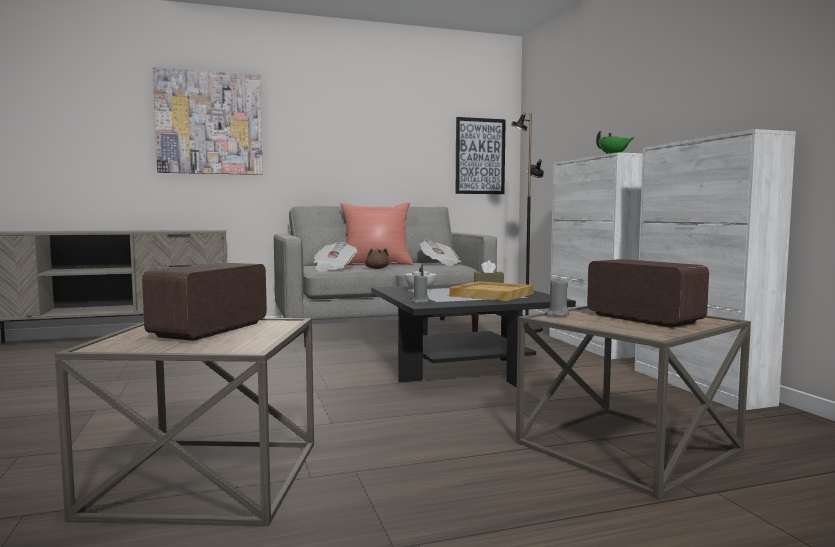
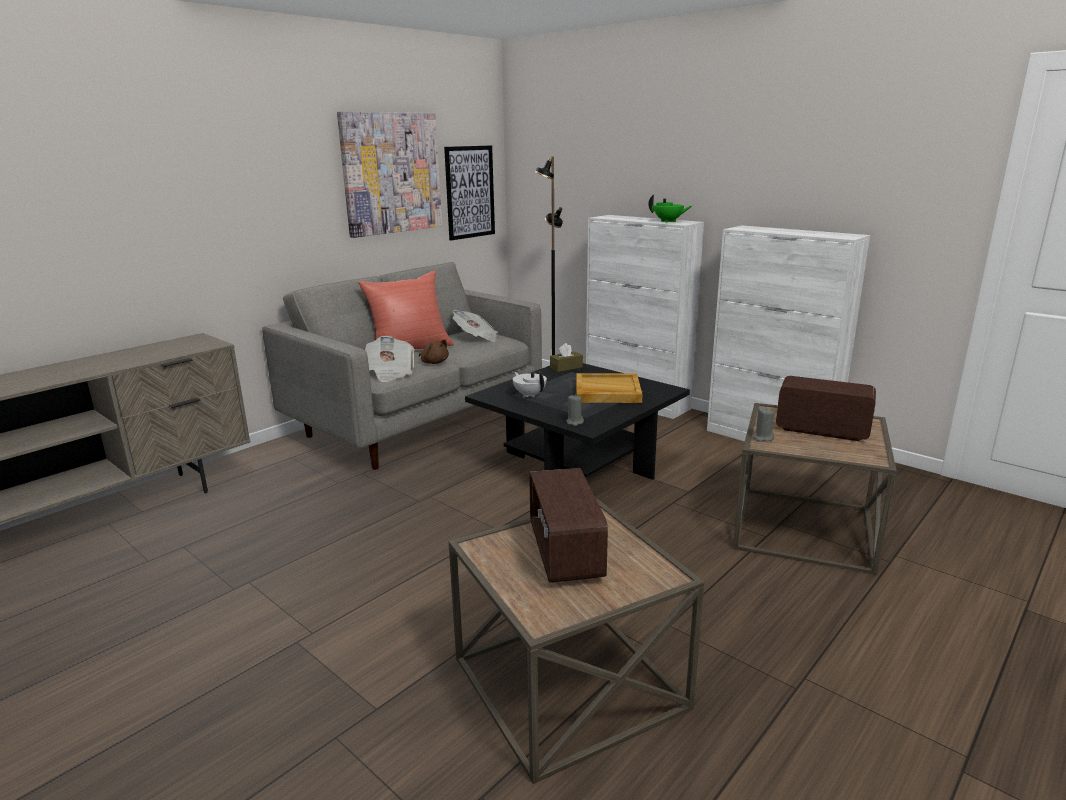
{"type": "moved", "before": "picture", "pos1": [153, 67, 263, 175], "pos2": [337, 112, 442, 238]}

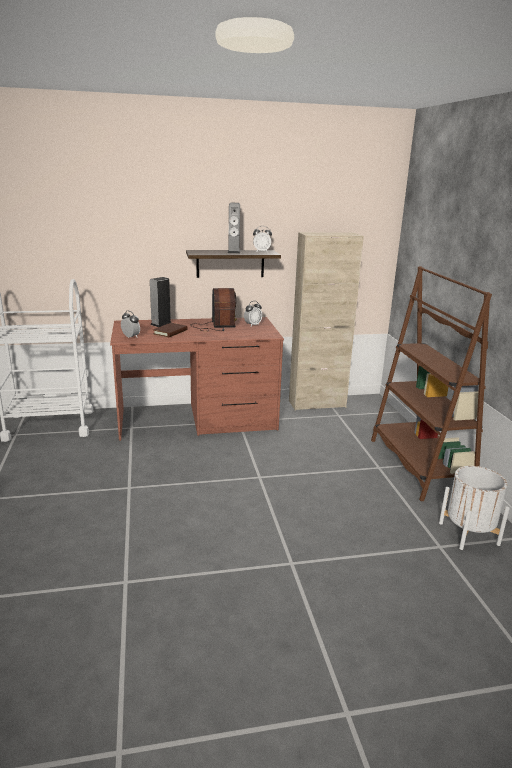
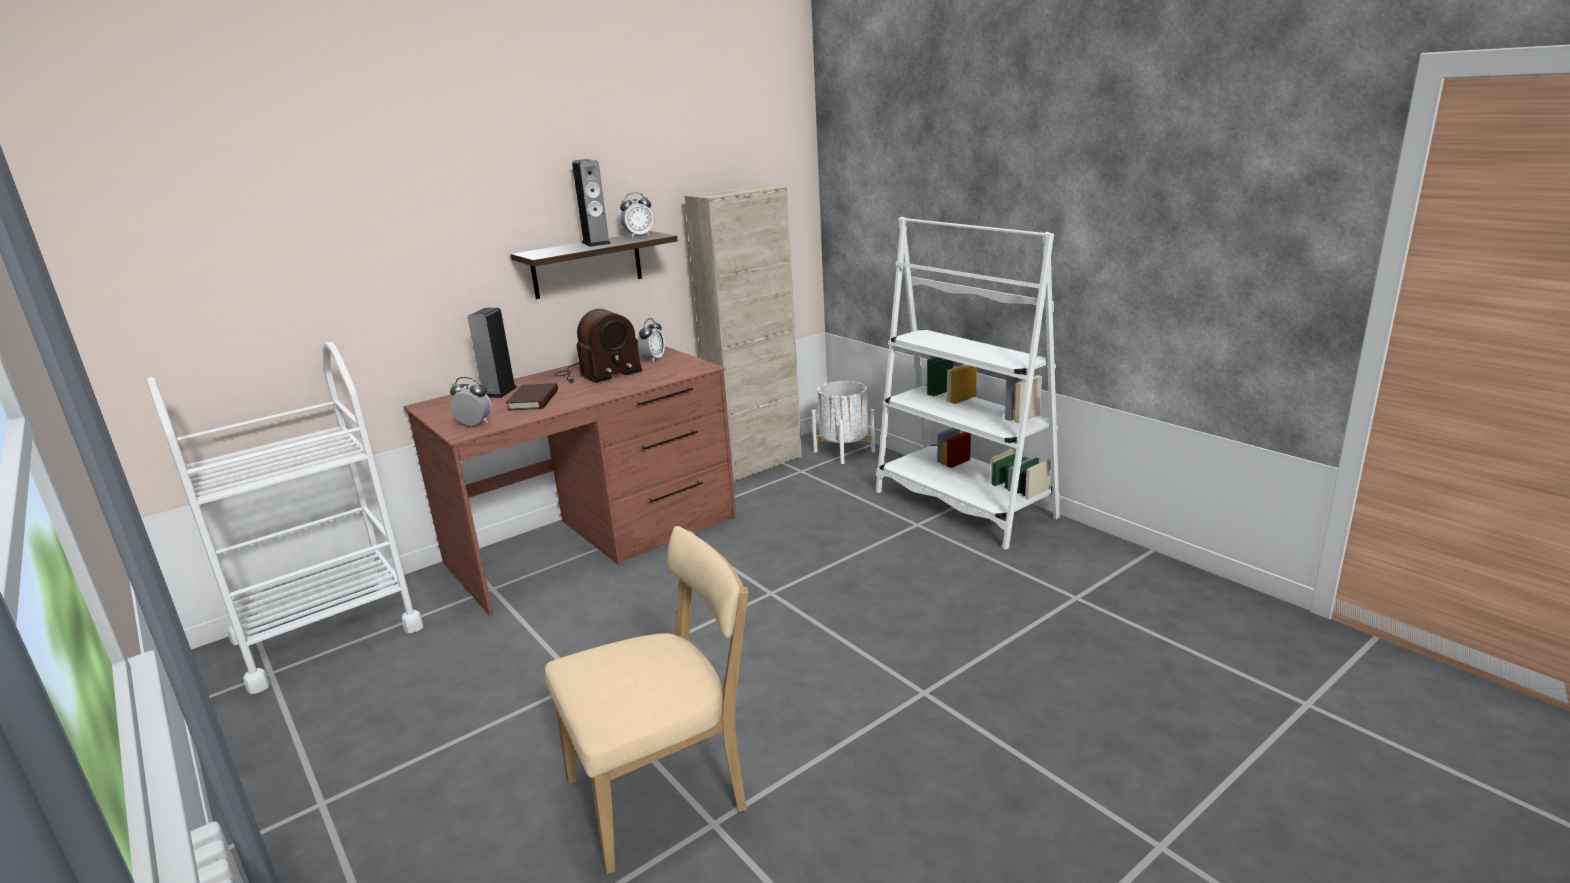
{"type": "turned", "before": "radio", "pos1": [192, 288, 237, 331], "pos2": [554, 309, 643, 383], "turn": 90}
{"type": "recoloured", "before": "brown bookcase", "after": "white bookcase", "pos1": [371, 266, 492, 501], "pos2": [876, 217, 1060, 550]}
{"type": "moved", "before": "white planter", "pos1": [439, 466, 510, 550], "pos2": [812, 381, 875, 464]}
{"type": "added", "after": "beige chair", "pos2": [545, 526, 748, 875]}

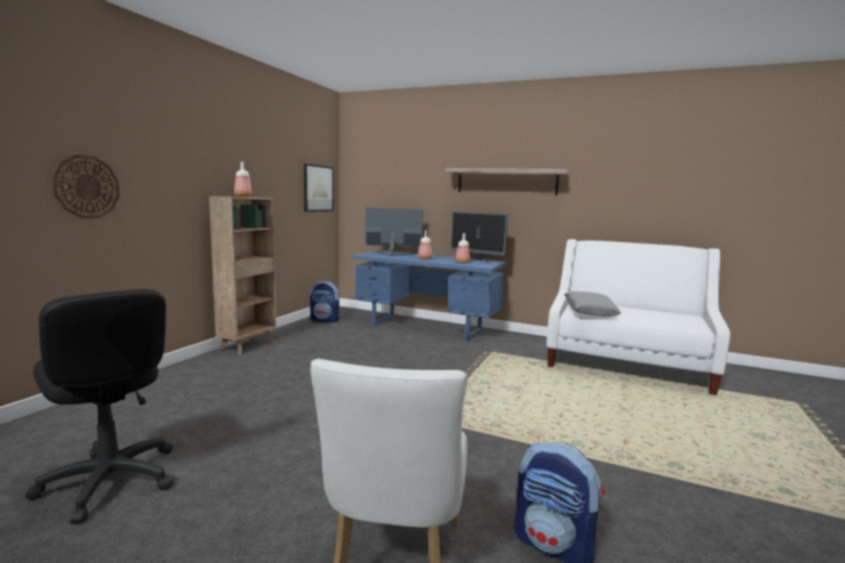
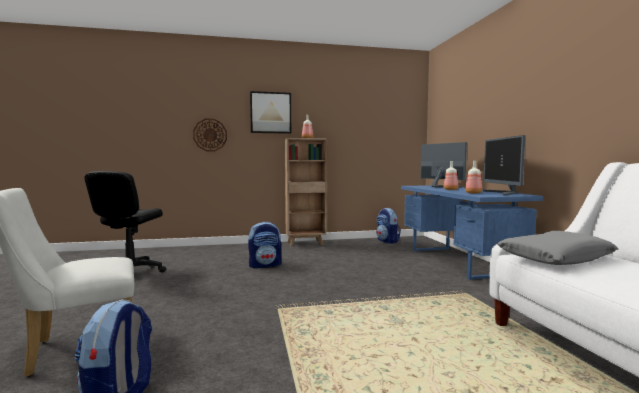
{"type": "moved", "before": "picture", "pos1": [304, 164, 333, 212], "pos2": [250, 91, 291, 134]}
{"type": "removed", "before": "shelf", "pos1": [445, 168, 569, 195]}
{"type": "added", "after": "backpack", "pos2": [248, 222, 281, 268]}

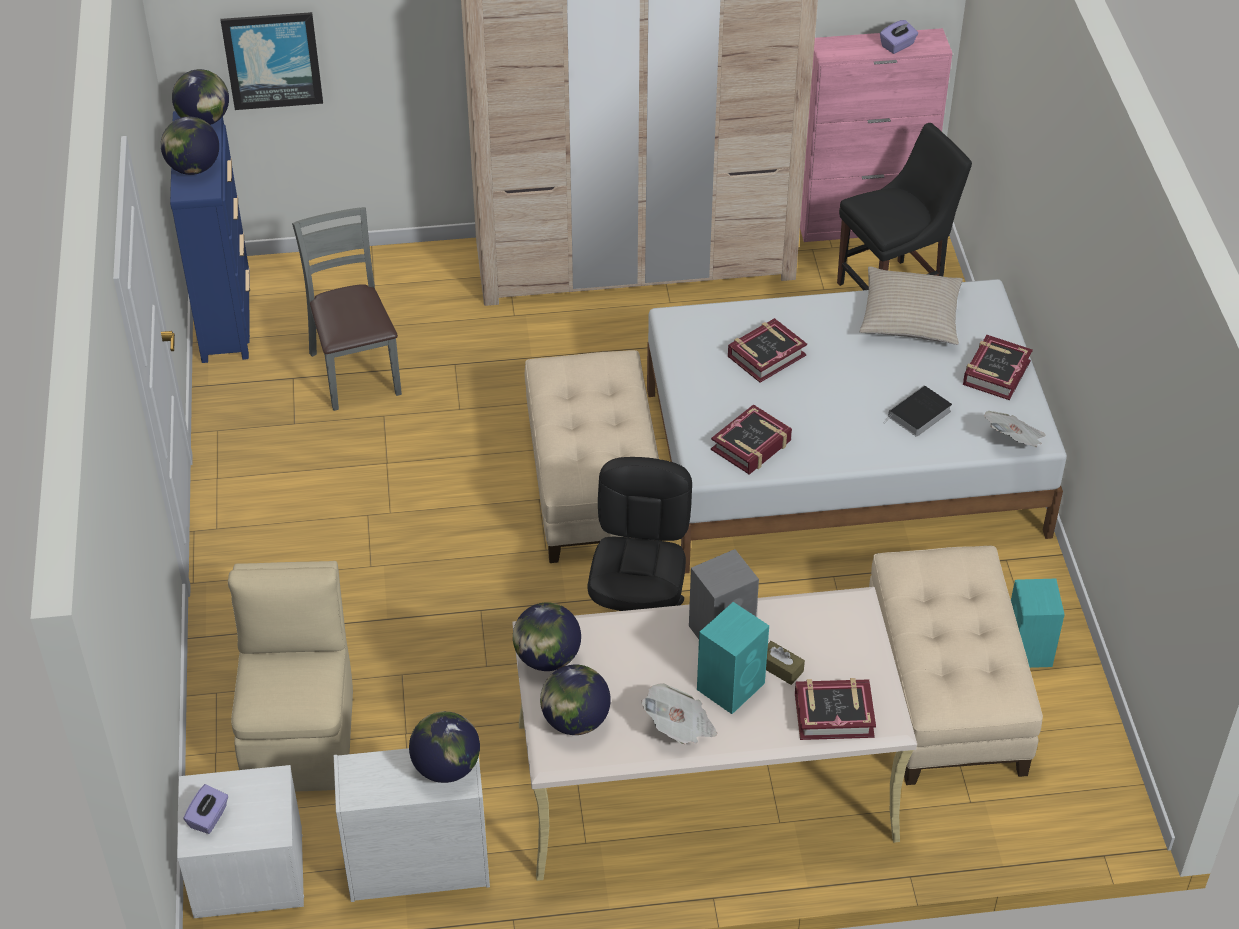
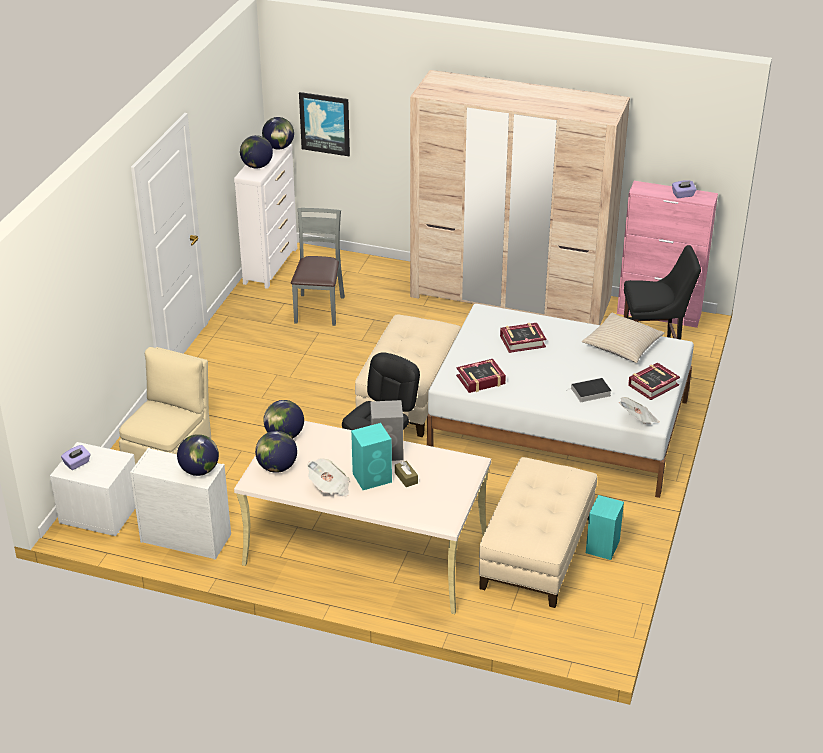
{"type": "recoloured", "before": "blue dresser", "after": "white dresser", "pos1": [170, 111, 250, 363], "pos2": [234, 144, 297, 289]}
{"type": "removed", "before": "book", "pos1": [795, 678, 876, 740]}

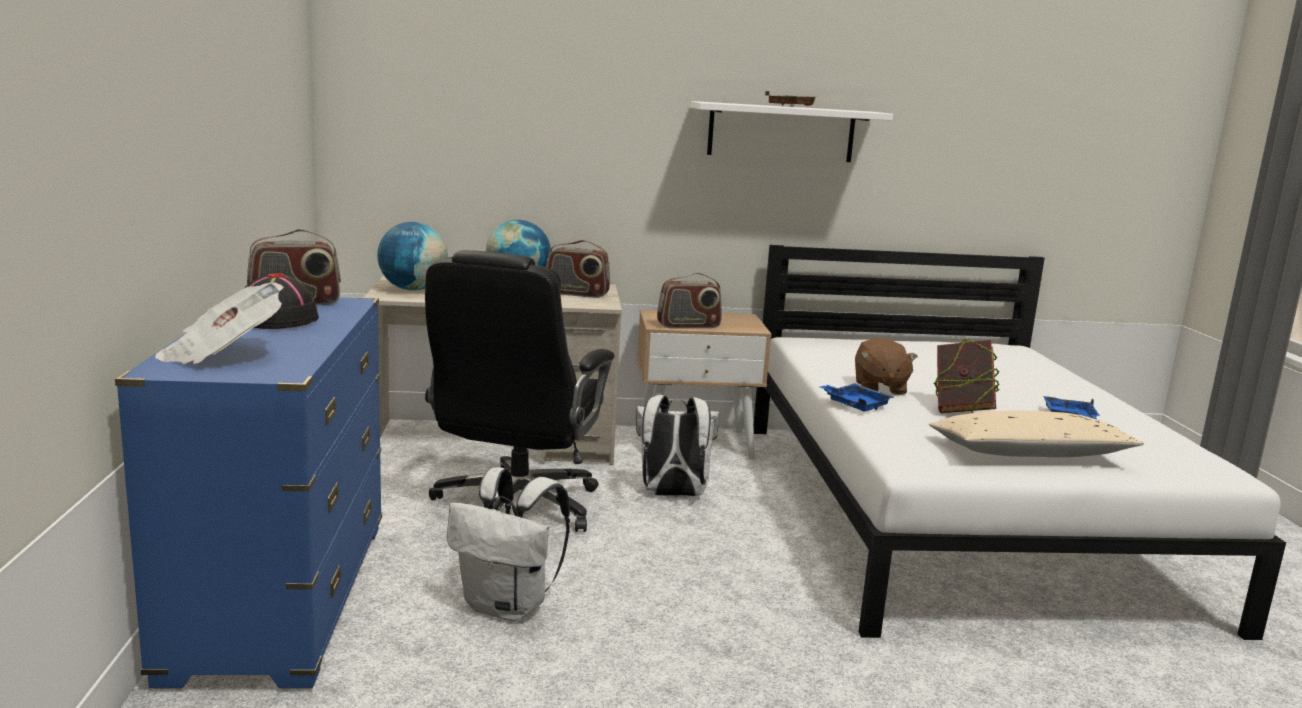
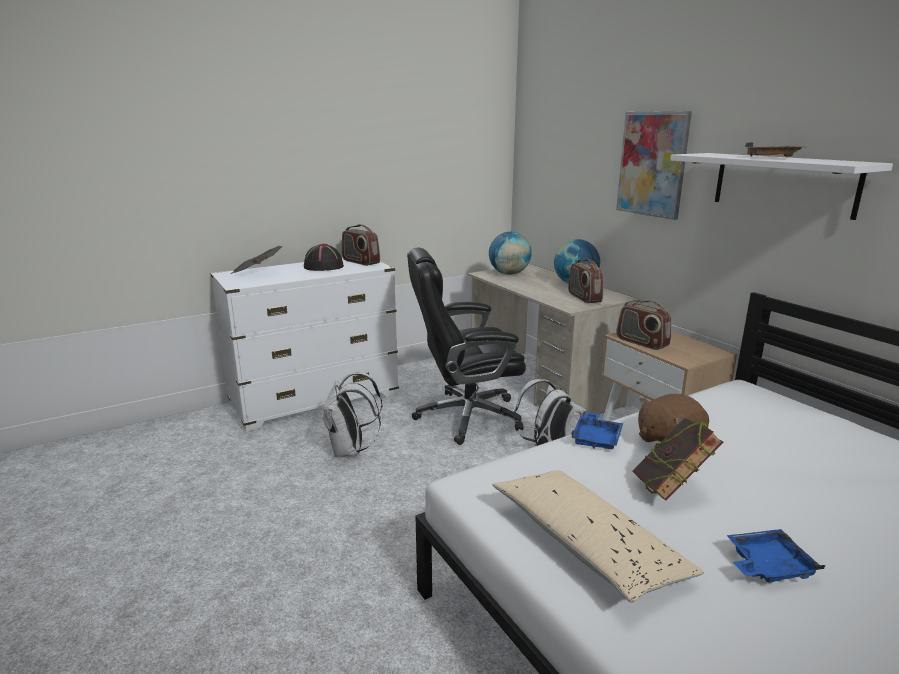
{"type": "recoloured", "before": "blue dresser", "after": "white dresser", "pos1": [115, 297, 382, 689], "pos2": [210, 258, 399, 432]}
{"type": "added", "after": "picture", "pos2": [616, 111, 692, 220]}

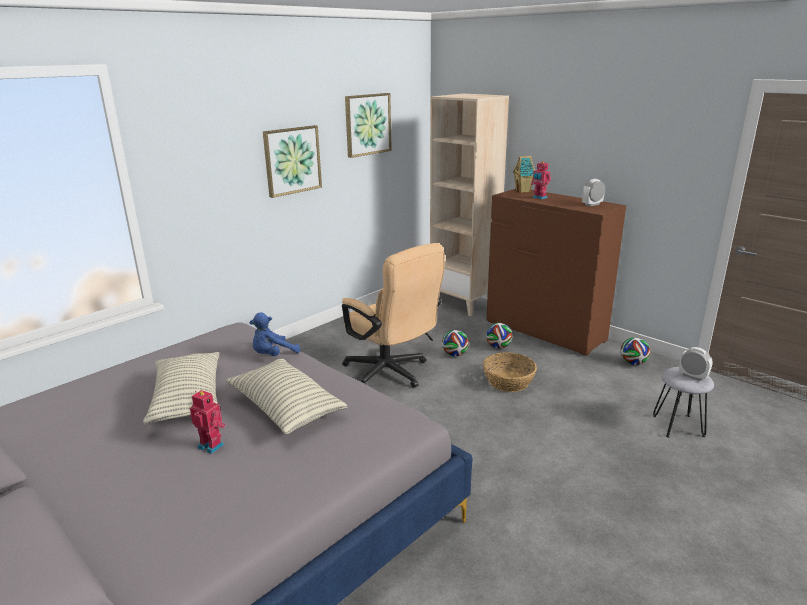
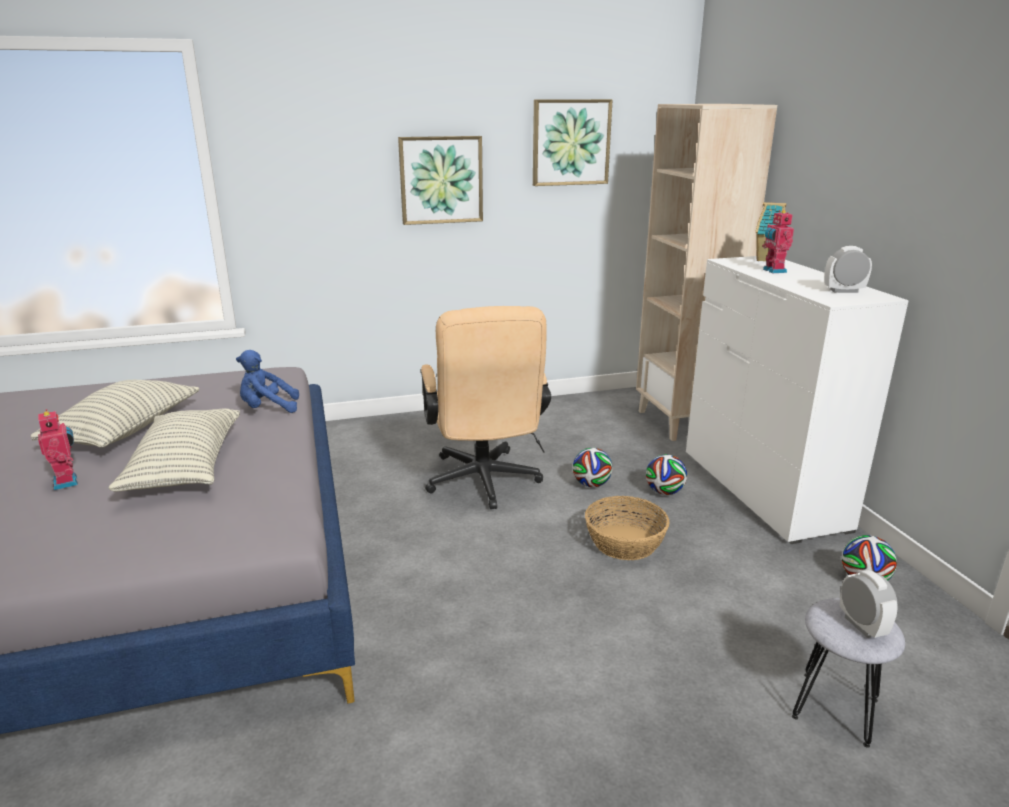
{"type": "recoloured", "before": "brown dresser", "after": "white dresser", "pos1": [486, 189, 626, 356], "pos2": [686, 256, 909, 544]}

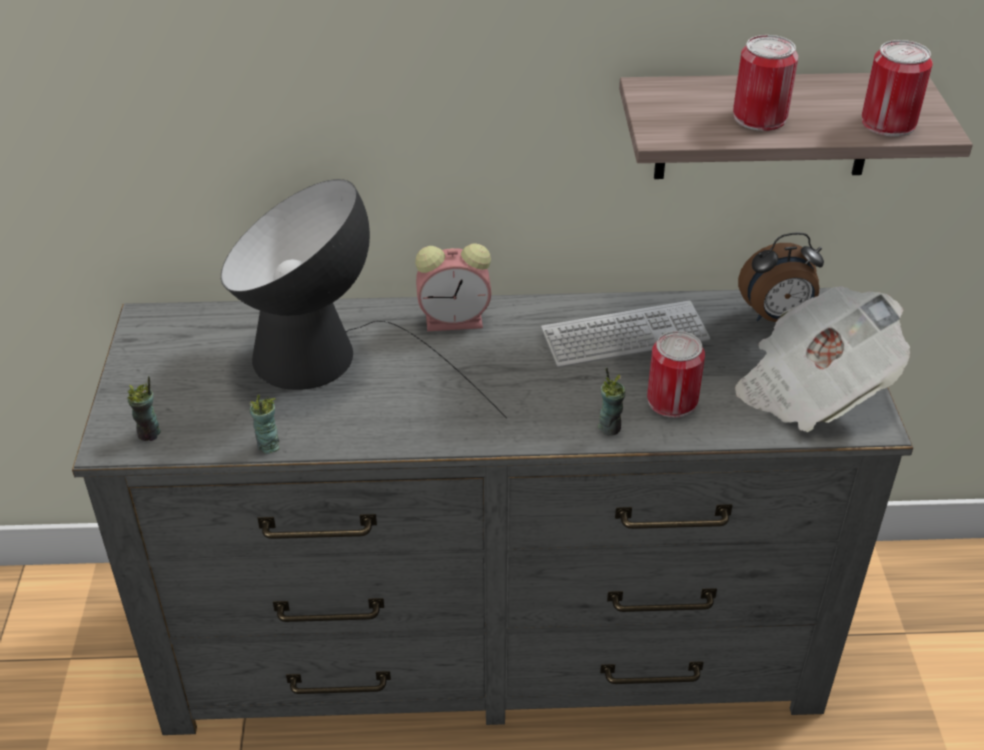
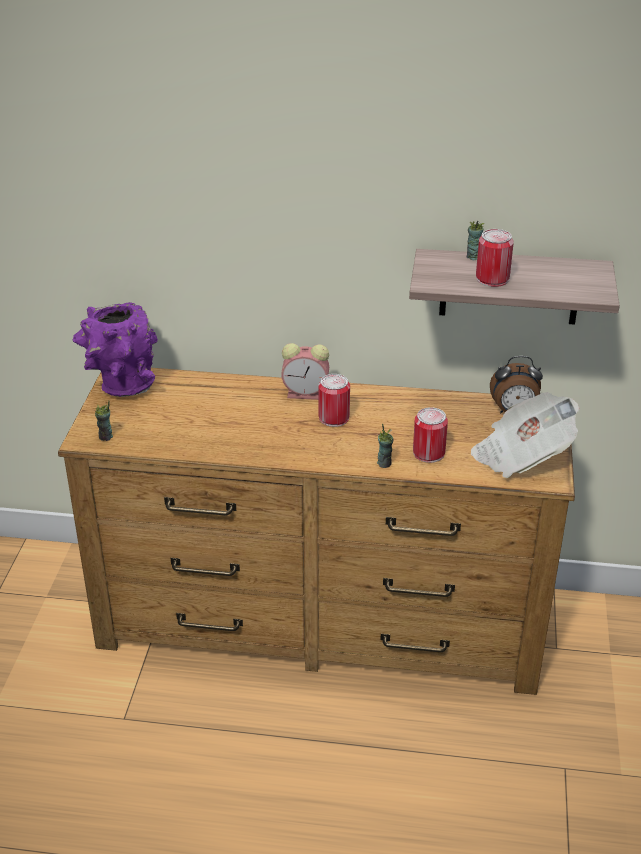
{"type": "recoloured", "before": "grey dresser", "after": "brown dresser", "pos1": [72, 288, 913, 735], "pos2": [58, 368, 575, 695]}
{"type": "removed", "before": "table lamp", "pos1": [221, 179, 507, 419]}
{"type": "moved", "before": "cup", "pos1": [249, 394, 279, 454], "pos2": [467, 221, 485, 260]}
{"type": "removed", "before": "keyboard", "pos1": [541, 300, 710, 367]}
{"type": "moved", "before": "can", "pos1": [862, 40, 933, 137], "pos2": [318, 374, 350, 427]}
{"type": "added", "after": "purple vase", "pos2": [72, 302, 158, 397]}

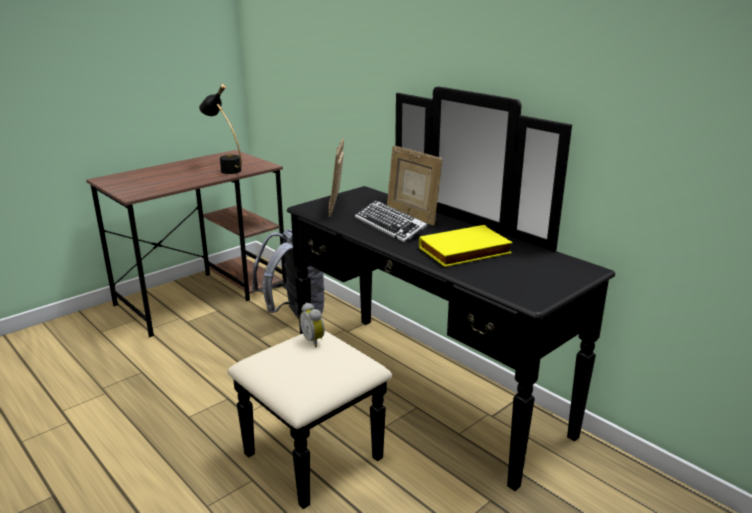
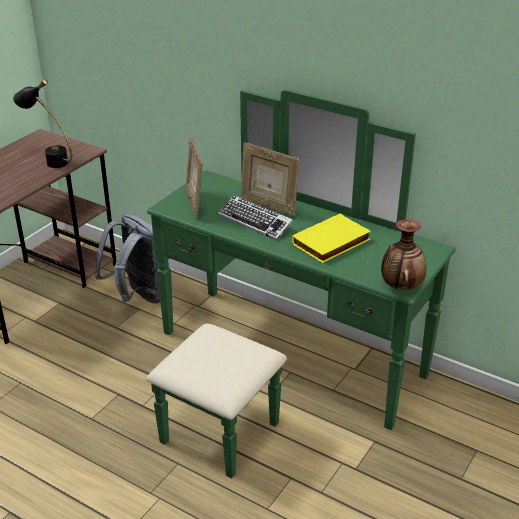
{"type": "recoloured", "before": "black dresser", "after": "green dresser", "pos1": [228, 87, 615, 509], "pos2": [146, 89, 456, 478]}
{"type": "removed", "before": "alarm clock", "pos1": [300, 303, 325, 347]}
{"type": "added", "after": "vase", "pos2": [381, 219, 426, 290]}

